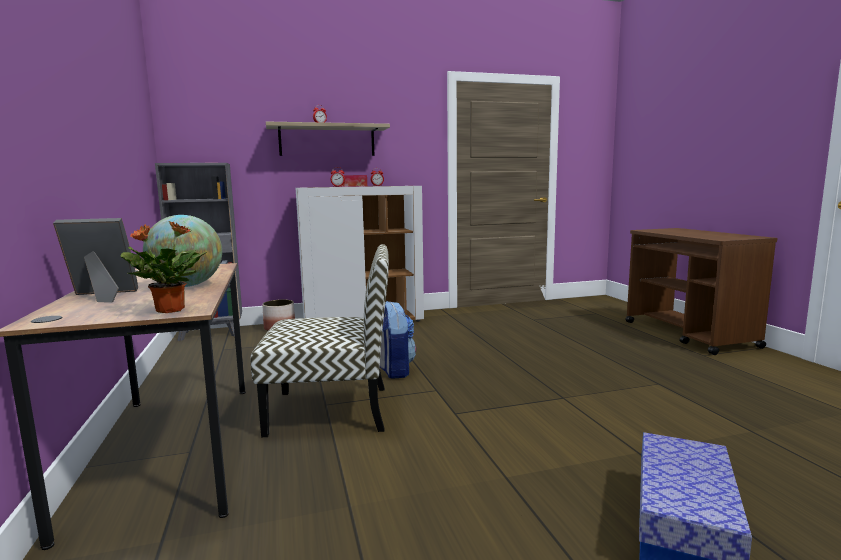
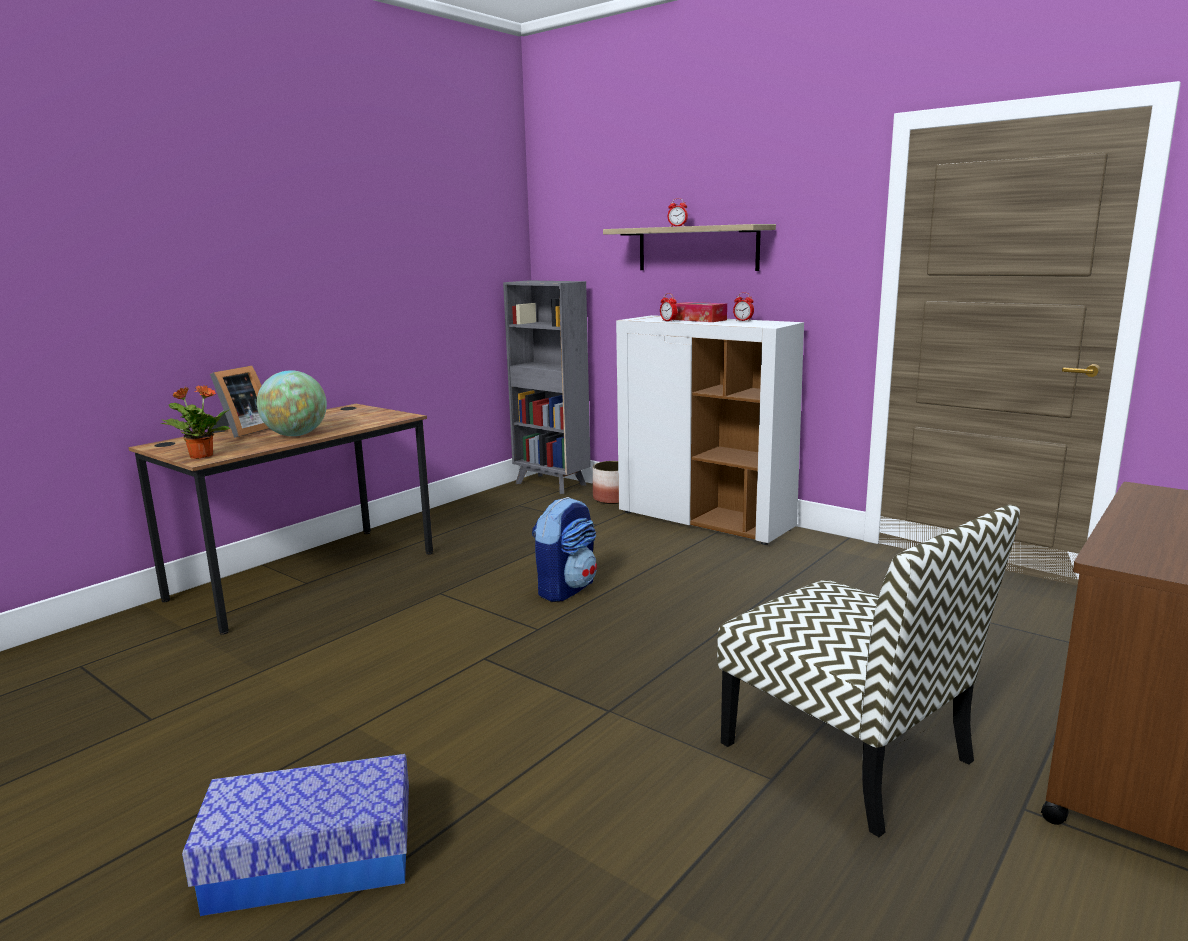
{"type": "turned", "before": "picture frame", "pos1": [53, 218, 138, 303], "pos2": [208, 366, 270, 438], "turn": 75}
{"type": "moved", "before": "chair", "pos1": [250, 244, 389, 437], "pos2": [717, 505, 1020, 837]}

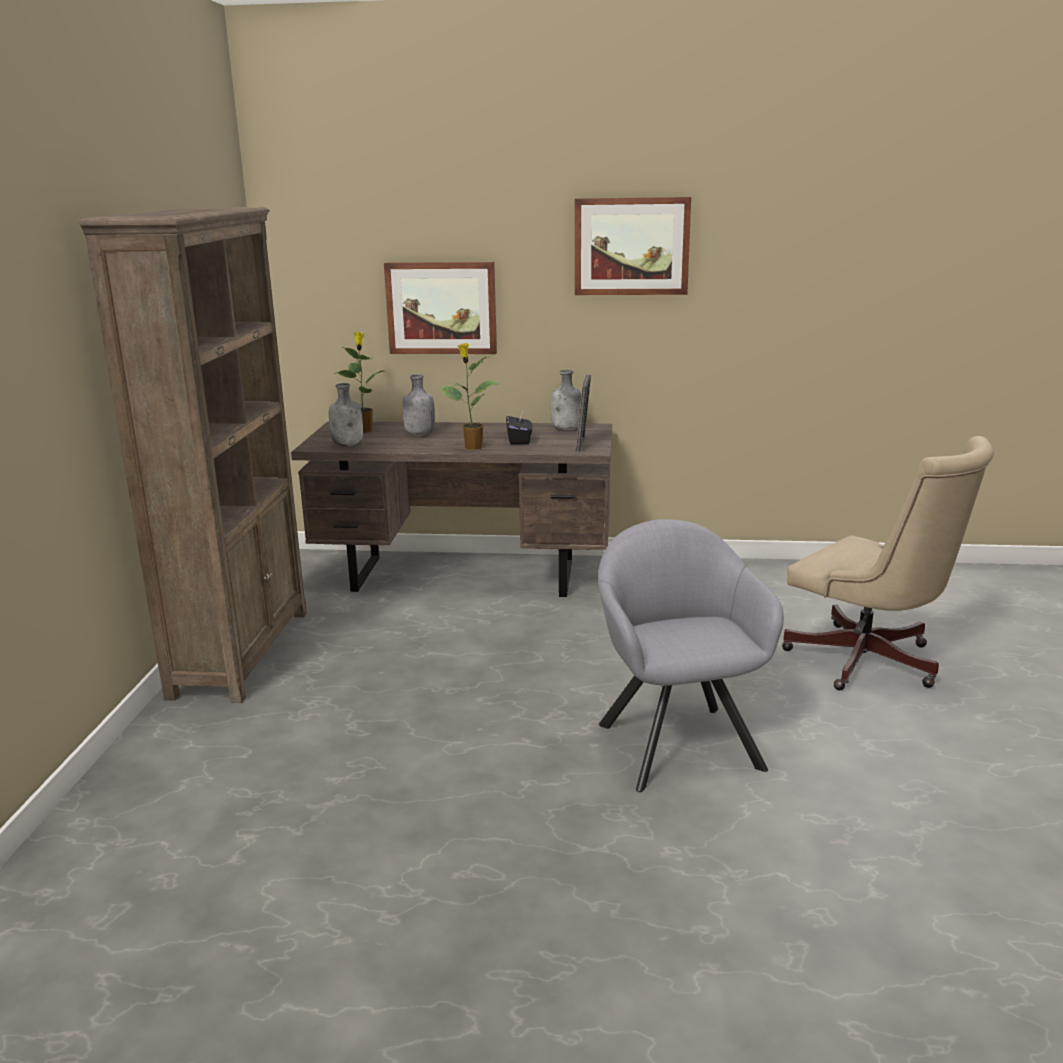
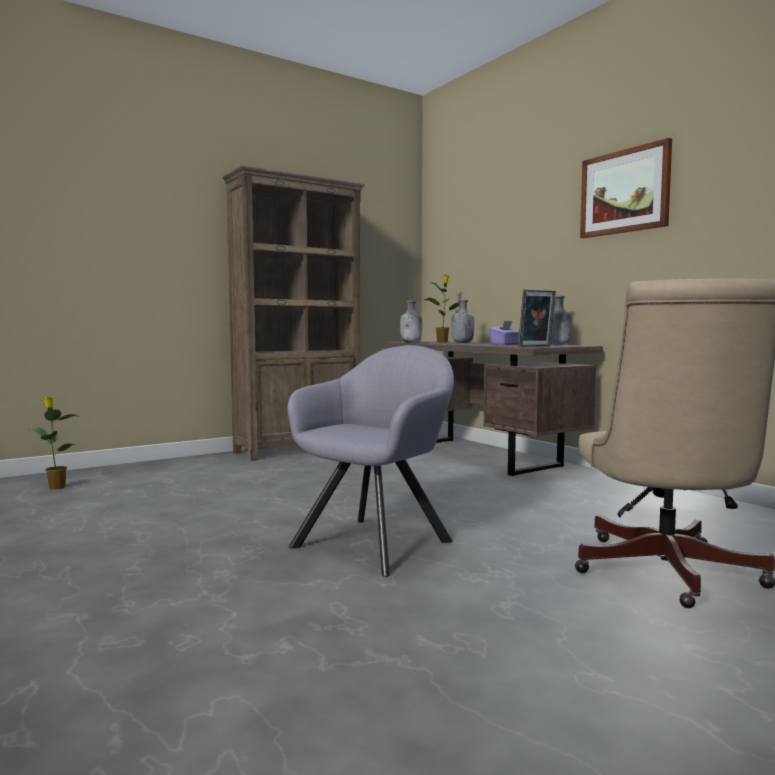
{"type": "removed", "before": "picture", "pos1": [384, 262, 497, 354]}
{"type": "moved", "before": "potted plant", "pos1": [437, 343, 499, 450], "pos2": [27, 396, 81, 490]}
{"type": "recoloured", "before": "black tissue box", "after": "purple tissue box", "pos1": [506, 411, 533, 444], "pos2": [489, 321, 519, 345]}

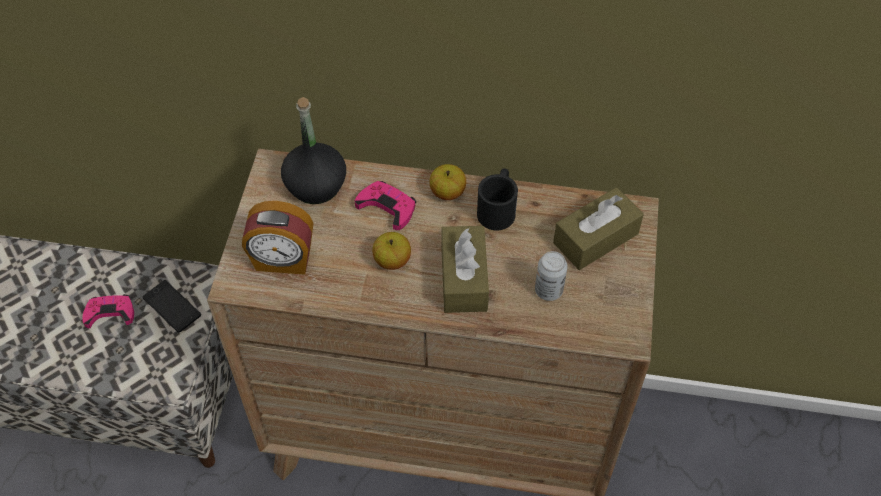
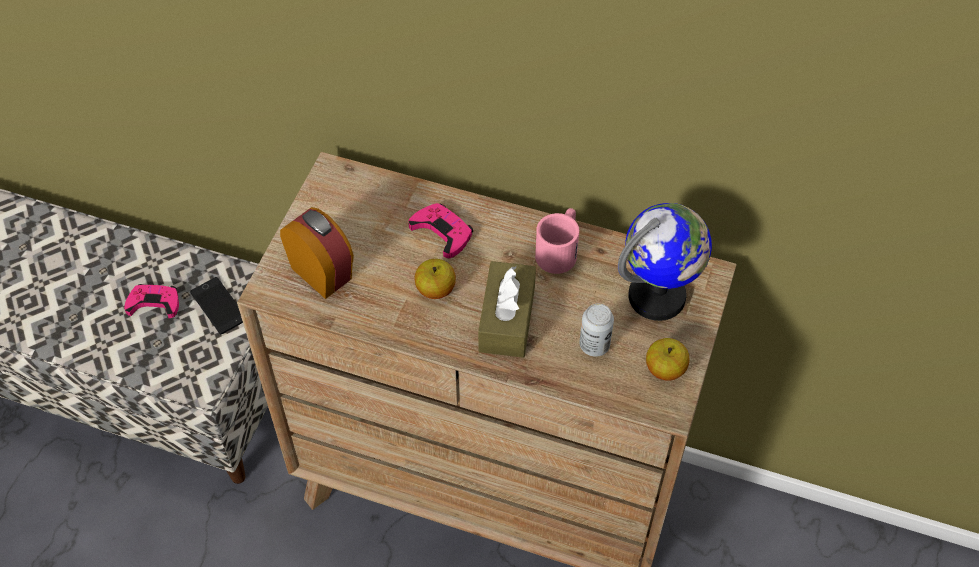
{"type": "turned", "before": "alarm clock", "pos1": [242, 201, 314, 275], "pos2": [280, 207, 354, 299], "turn": -150}
{"type": "removed", "before": "black bottle", "pos1": [281, 97, 346, 204]}
{"type": "moved", "before": "apple", "pos1": [429, 164, 466, 200], "pos2": [646, 338, 690, 381]}
{"type": "recoloured", "before": "black mug", "after": "pink mug", "pos1": [477, 168, 518, 230], "pos2": [535, 208, 579, 274]}
{"type": "replaced", "before": "brown tissue box", "after": "globe", "pos1": [553, 187, 644, 270], "pos2": [618, 203, 712, 321]}

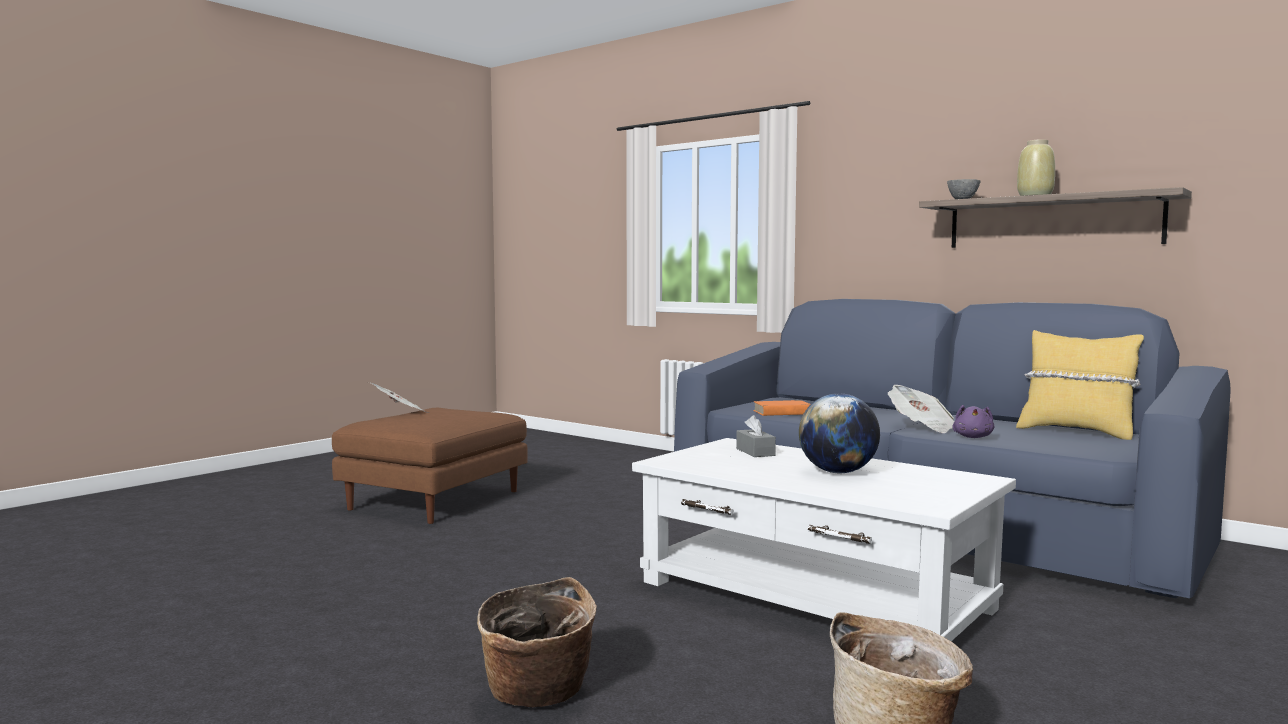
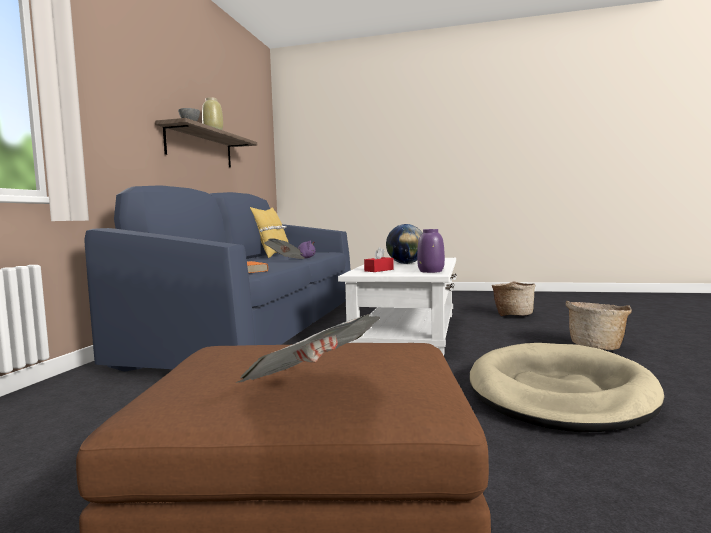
{"type": "recoloured", "before": "grey tissue box", "after": "red tissue box", "pos1": [736, 415, 776, 457], "pos2": [364, 247, 394, 272]}
{"type": "added", "after": "purple vase", "pos2": [417, 229, 445, 273]}
{"type": "added", "after": "beige dog bed", "pos2": [469, 343, 664, 432]}

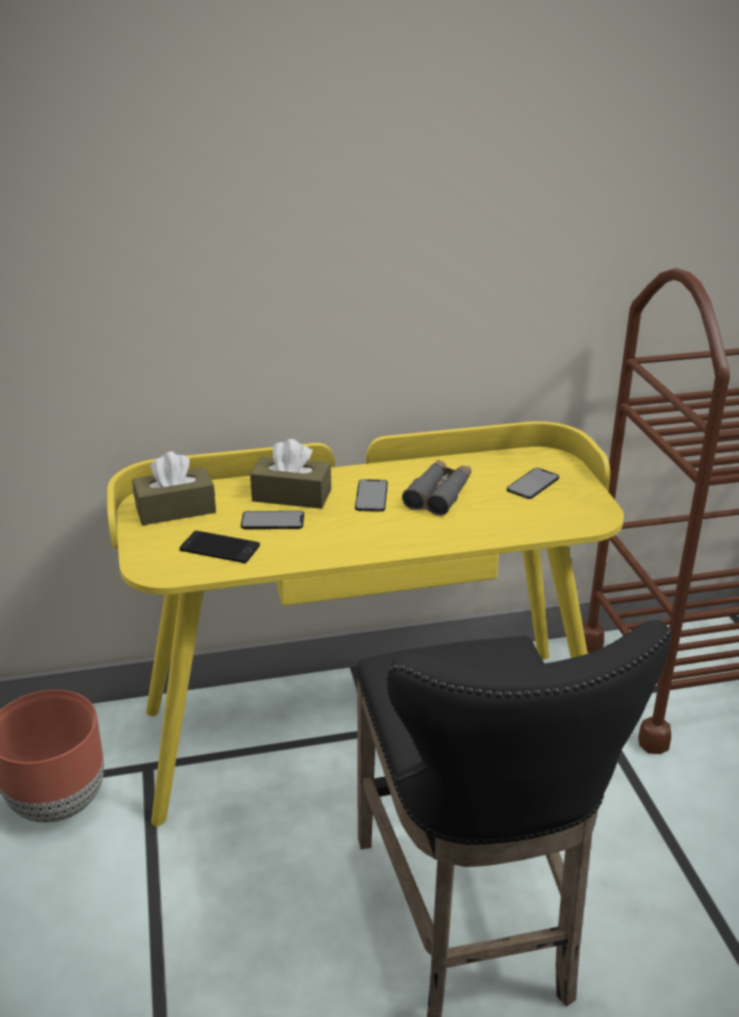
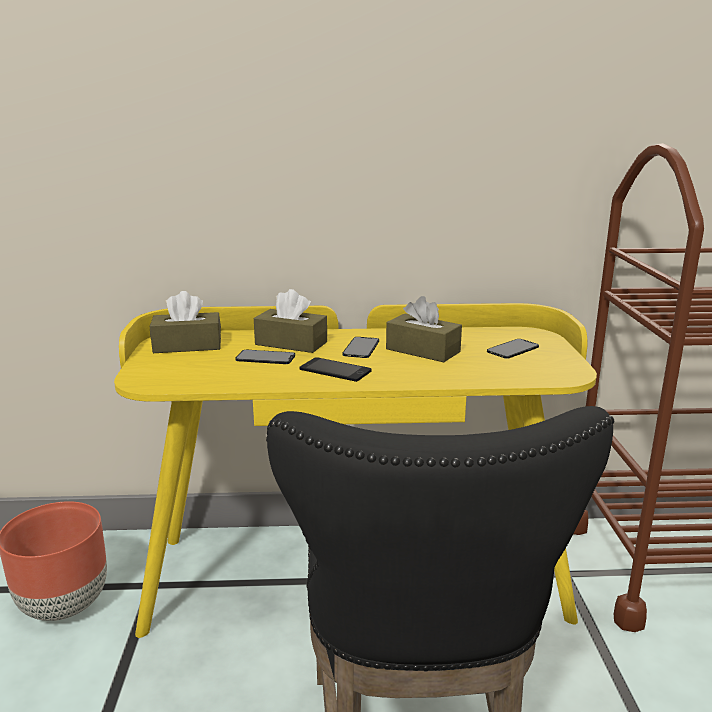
{"type": "moved", "before": "phone", "pos1": [180, 531, 260, 563], "pos2": [299, 357, 372, 382]}
{"type": "replaced", "before": "grey binoculars", "after": "brown tissue box", "pos1": [402, 460, 472, 516], "pos2": [386, 296, 462, 362]}

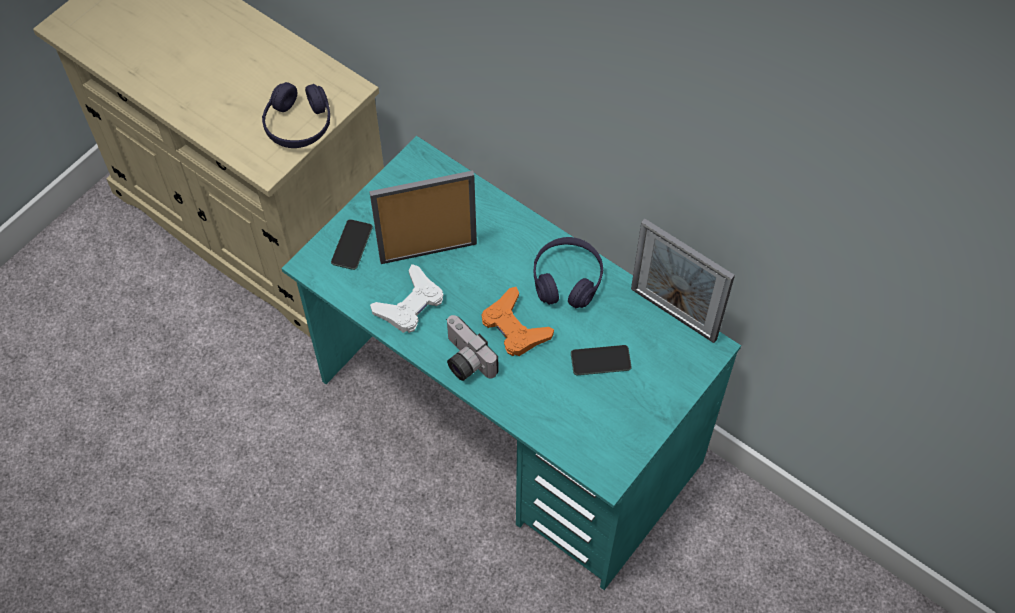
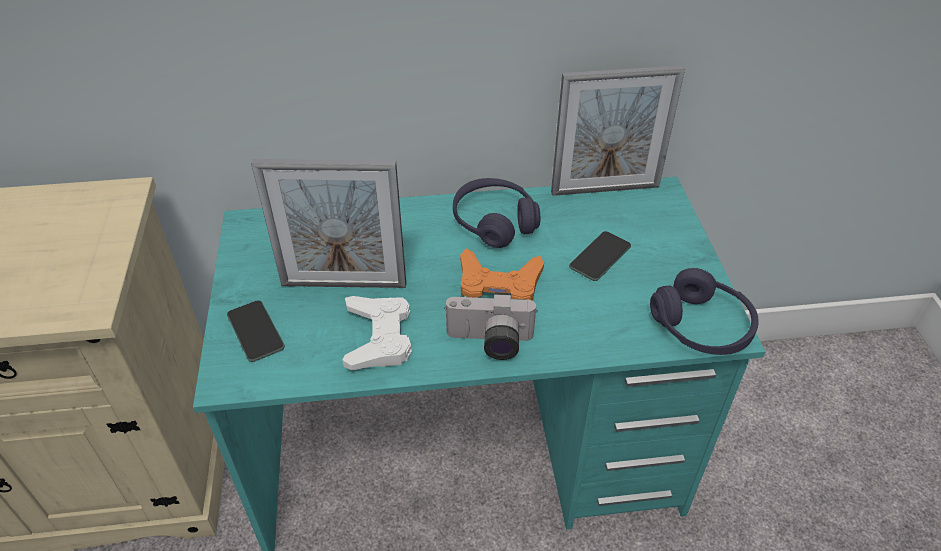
{"type": "moved", "before": "purple headphones", "pos1": [262, 82, 330, 148], "pos2": [650, 268, 759, 355]}
{"type": "turned", "before": "picture frame", "pos1": [369, 171, 477, 264], "pos2": [251, 159, 406, 288], "turn": -120}

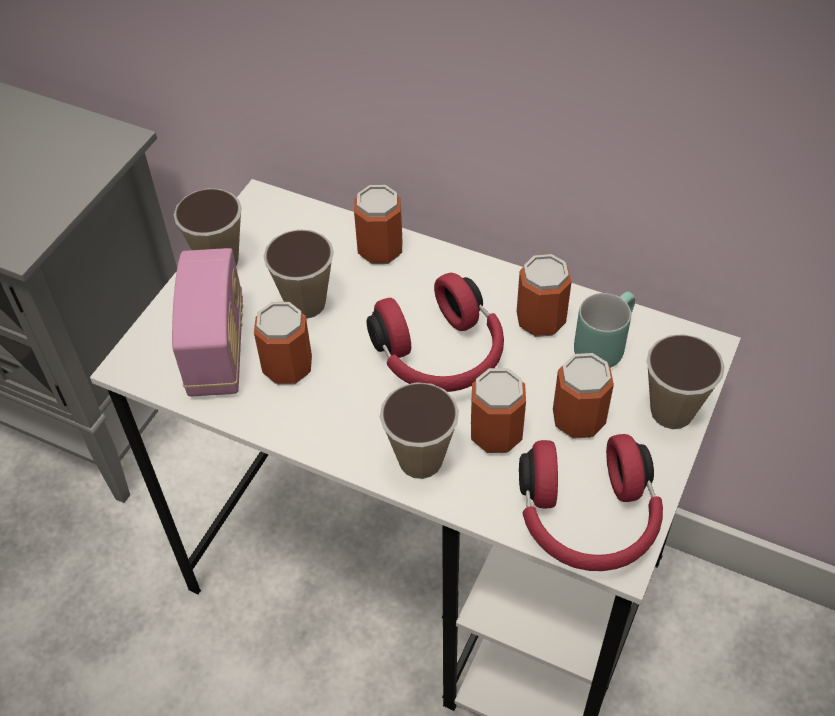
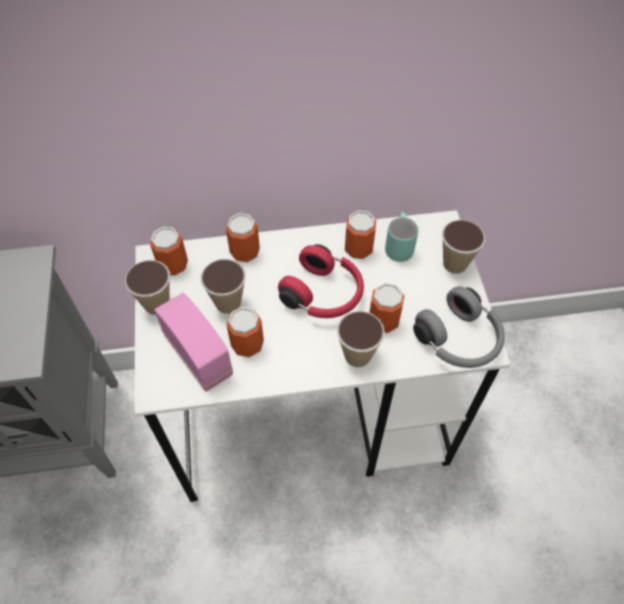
{"type": "recoloured", "before": "red headphones", "after": "grey headphones", "pos1": [519, 434, 663, 571], "pos2": [413, 286, 505, 368]}
{"type": "moved", "before": "can", "pos1": [553, 353, 614, 439], "pos2": [150, 227, 188, 276]}

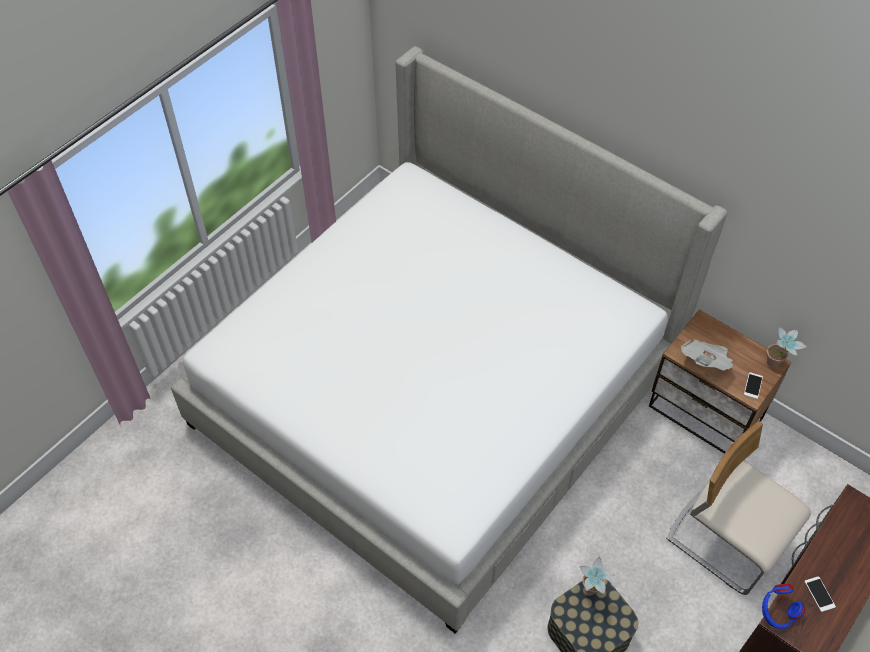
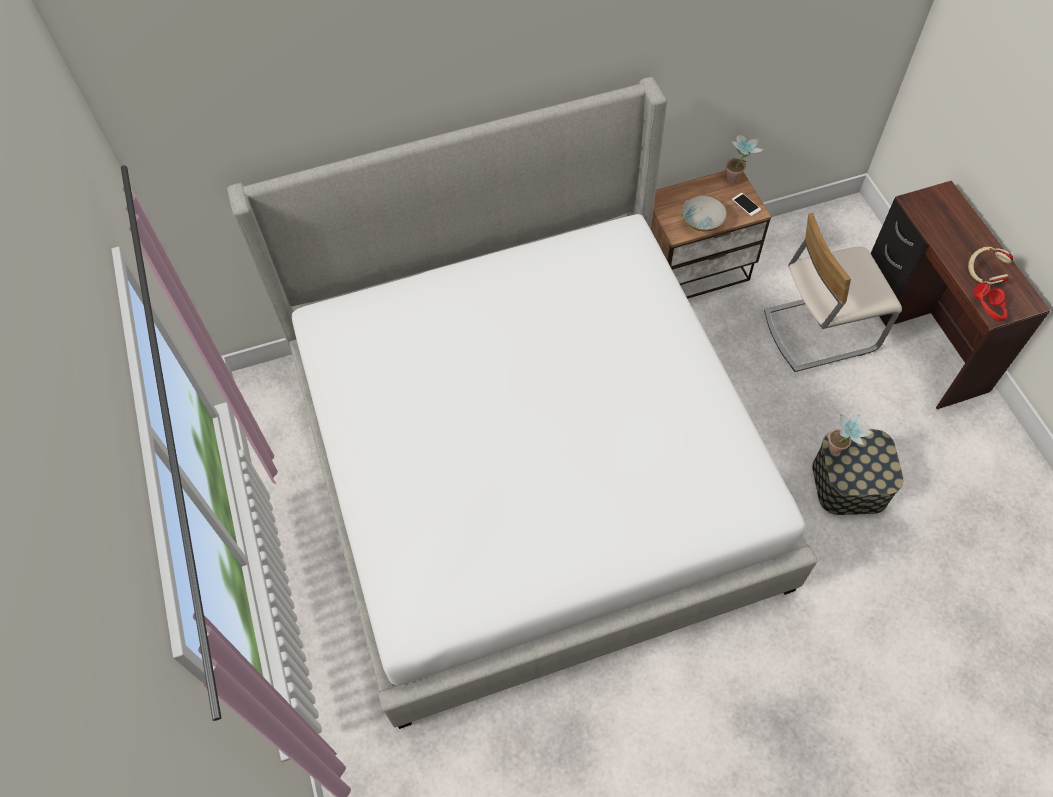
{"type": "replaced", "before": "newspaper", "after": "bowl", "pos1": [681, 339, 734, 371], "pos2": [681, 195, 727, 232]}
{"type": "recoloured", "before": "blue headphones", "after": "red headphones", "pos1": [762, 584, 805, 629], "pos2": [973, 282, 1007, 321]}
{"type": "replaced", "before": "phone", "after": "beige headphones", "pos1": [804, 576, 836, 612], "pos2": [968, 247, 1013, 285]}

